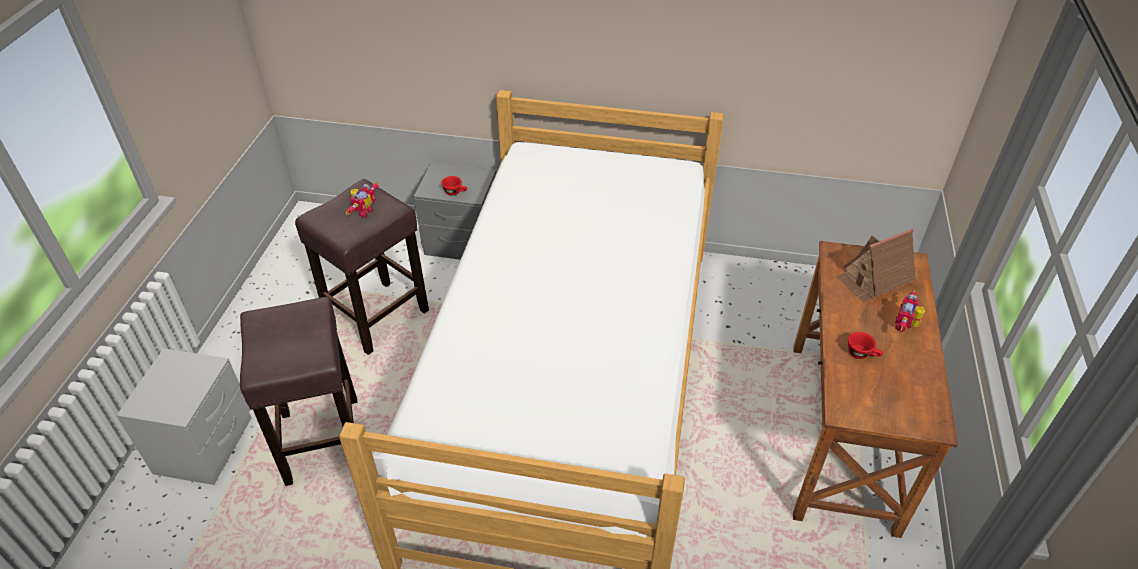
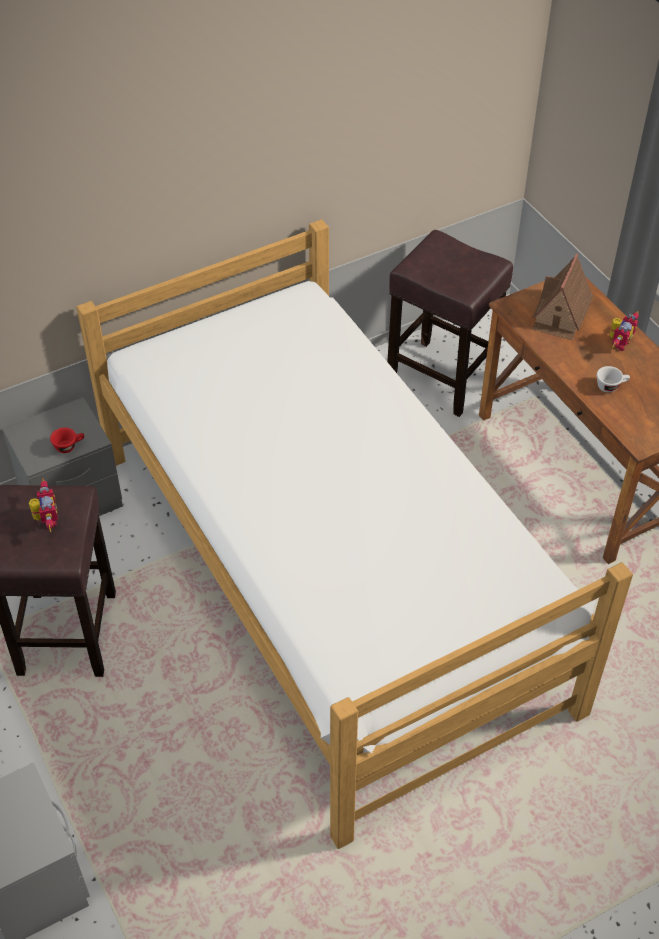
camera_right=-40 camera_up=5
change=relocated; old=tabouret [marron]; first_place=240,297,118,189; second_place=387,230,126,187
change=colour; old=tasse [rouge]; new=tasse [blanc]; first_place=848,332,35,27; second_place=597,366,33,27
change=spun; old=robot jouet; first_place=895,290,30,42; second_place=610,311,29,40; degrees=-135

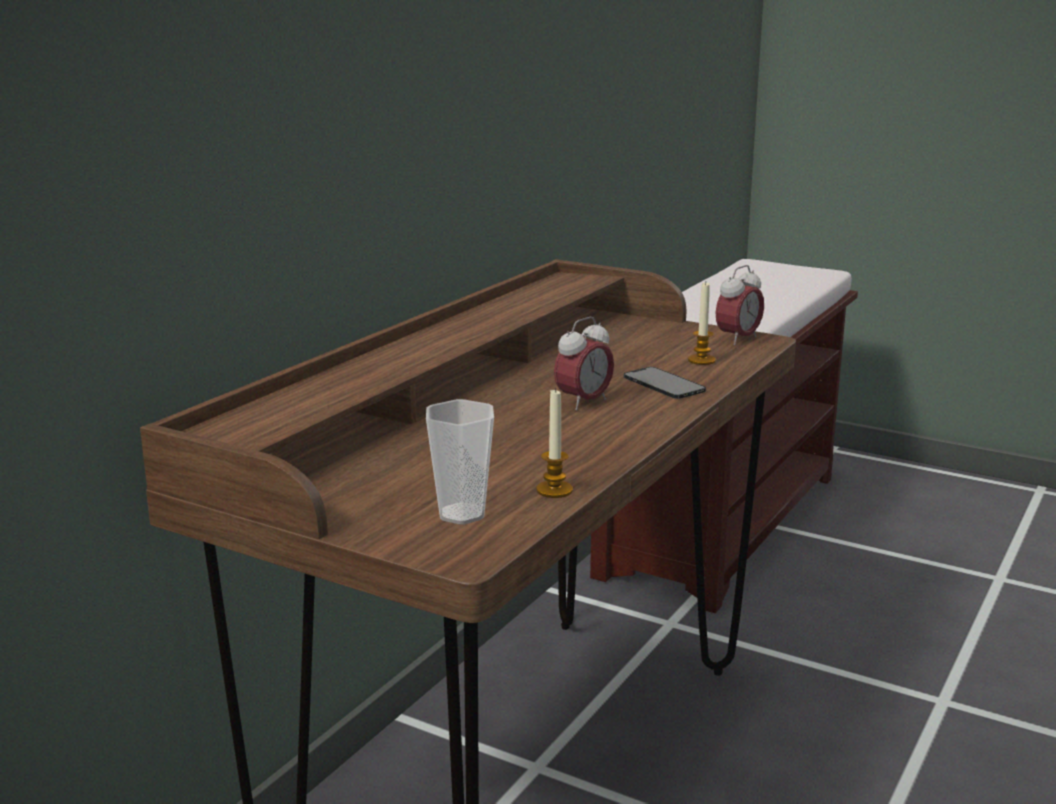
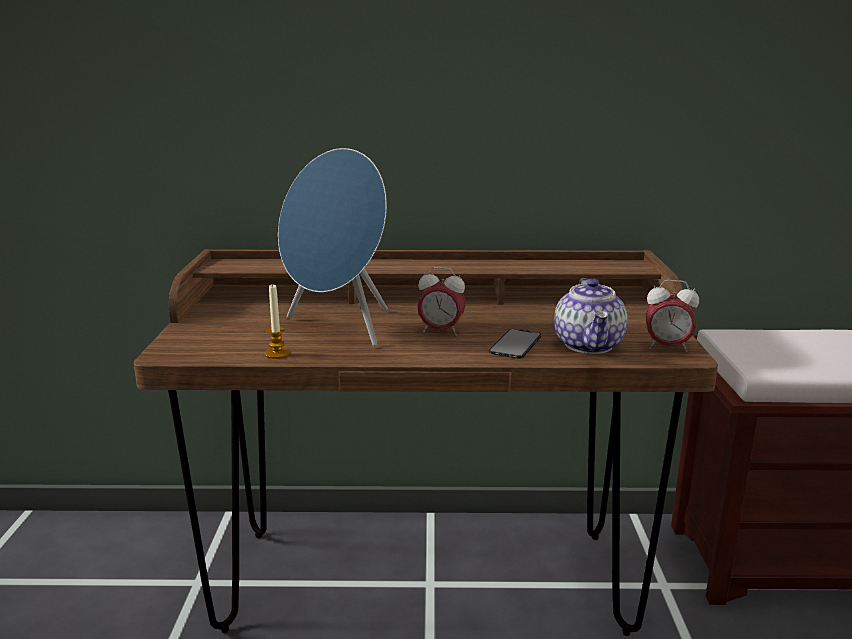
camera_right=60 camera_up=0
change=missing; old=tasse; first_place=426,399,68,126
change=exchanged; old=bougie; new=théière; first_place=688,282,28,83; second_place=554,278,74,76
change=appeared; new=enceinte [bleu]; second_place=278,148,110,199

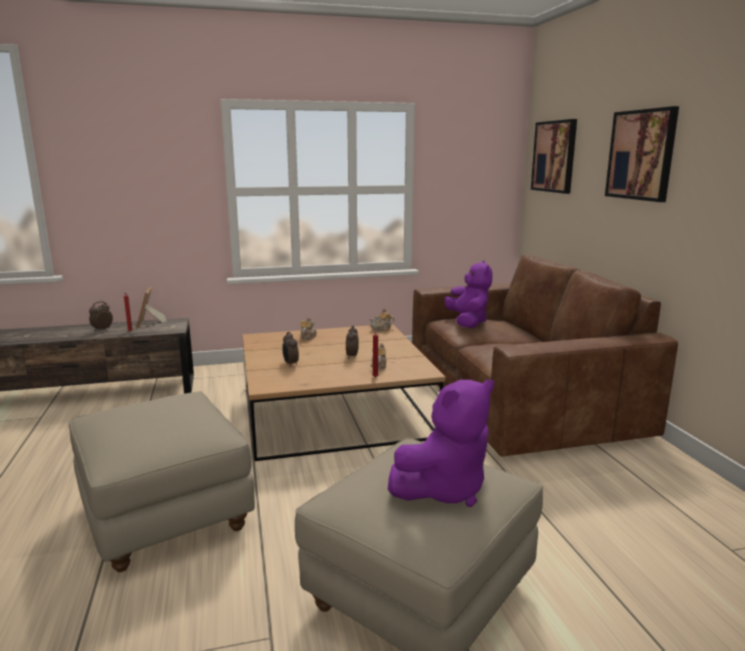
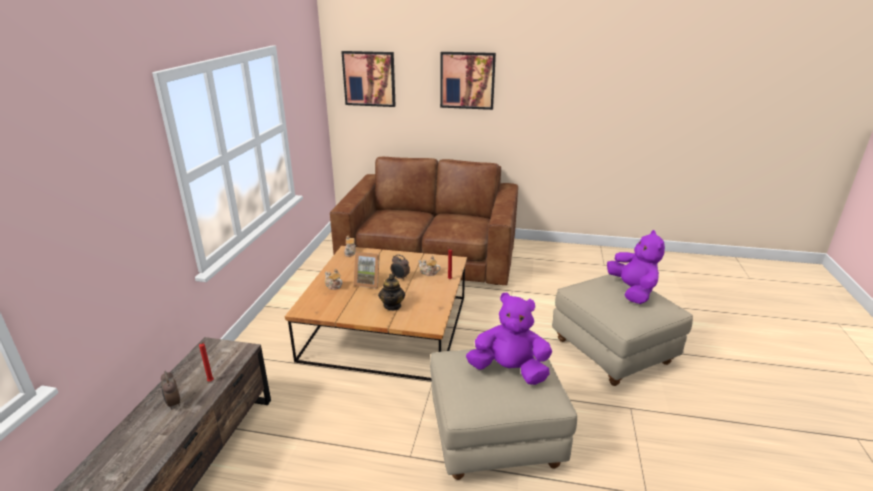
camera_right=-65 camera_up=10
change=relocated; old=cadre photo; first_place=136,287,31,41; second_place=354,252,26,37
change=exchanged; old=réveil; new=théière; first_place=282,332,17,35; second_place=378,274,27,37
change=relocated; old=peluche [violet]; first_place=444,260,48,68; second_place=466,293,86,92

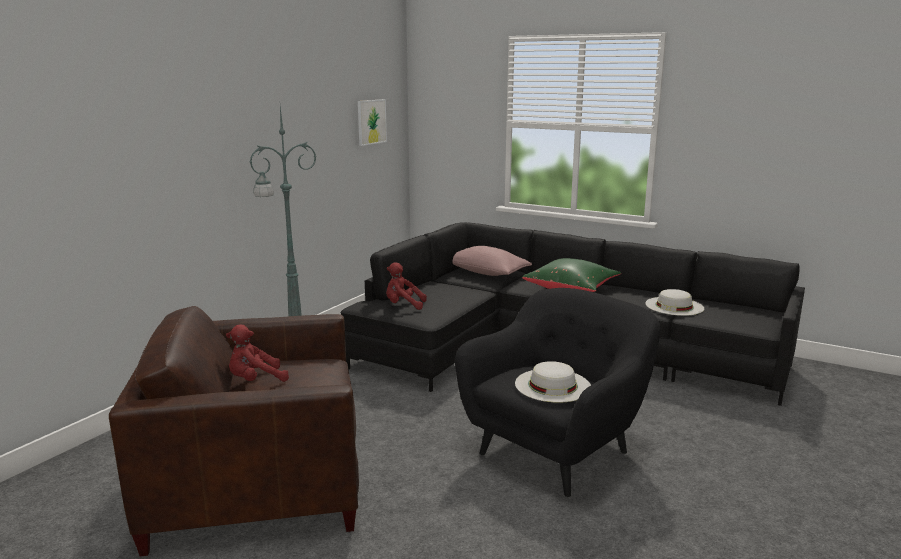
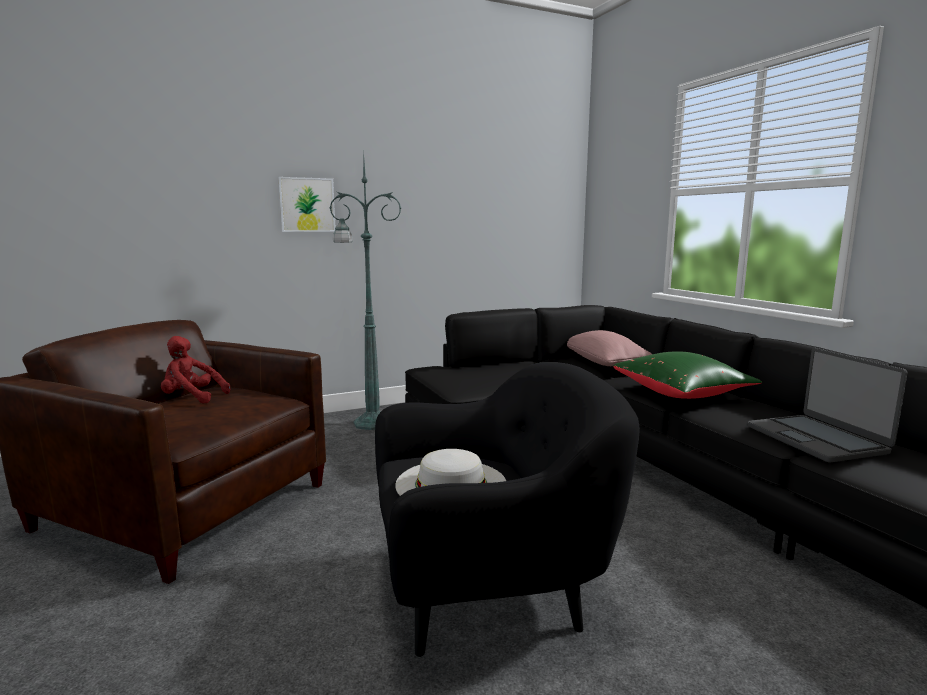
camera_right=35 camera_up=-5
change=relocated; old=tableau; first_place=358,99,29,47; second_place=278,177,58,55
change=missing; old=peluche [rouge]; first_place=386,262,41,48
change=exchanged; old=chapeau [blanc]; new=ordinateur portable; first_place=645,289,59,27; second_place=747,348,160,114

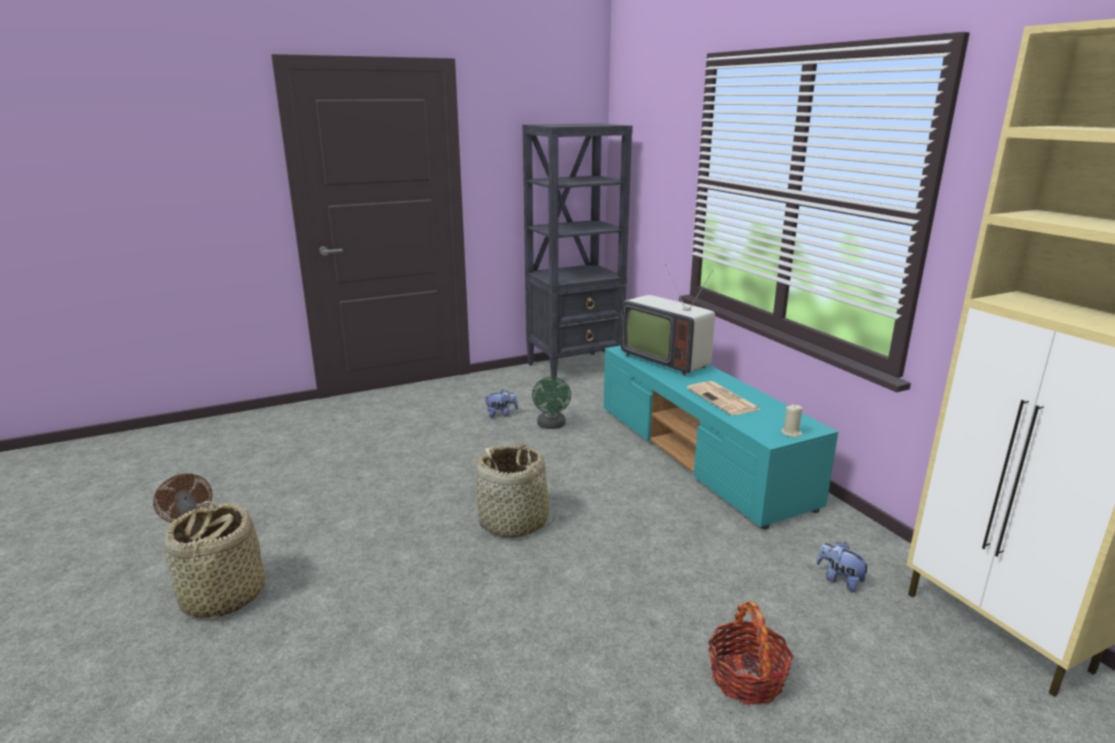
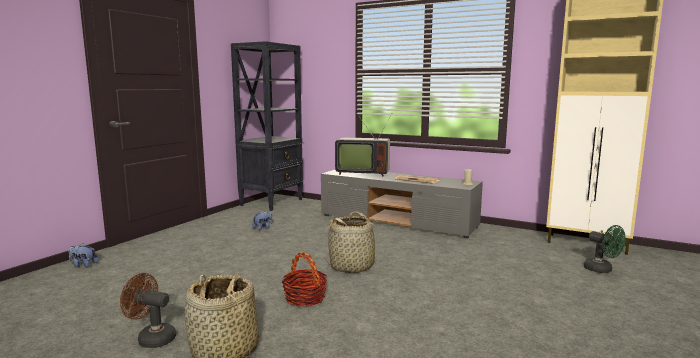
camera_right=-35 camera_up=-10
change=relocated; old=ventilateur [vert]; first_place=532,377,39,52; second_place=584,225,42,48
change=colour; old=meuble télé [turquoise]; new=meuble télé [gris]; first_place=603,346,235,183; second_place=321,170,162,68
change=relocated; old=panier; first_place=708,601,86,104; second_place=282,252,45,55
change=relocated; old=peluche; first_place=816,542,54,50; second_place=69,243,29,25

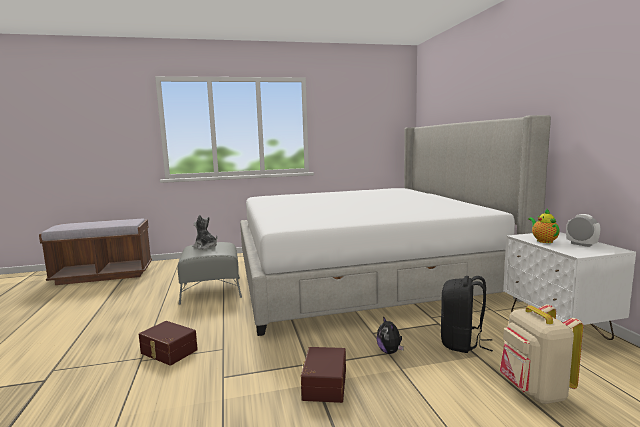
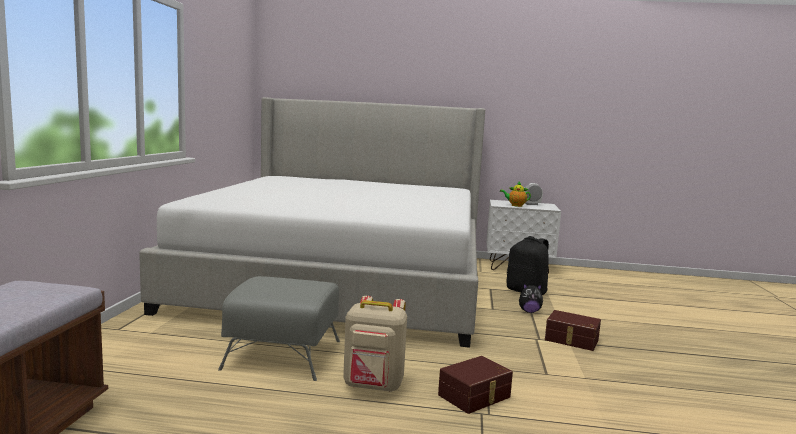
camera_right=-70 camera_up=0
change=missing; old=peluche; first_place=192,215,25,34
change=relocated; old=sac à dos [beige]; first_place=500,304,84,100; second_place=343,296,64,96

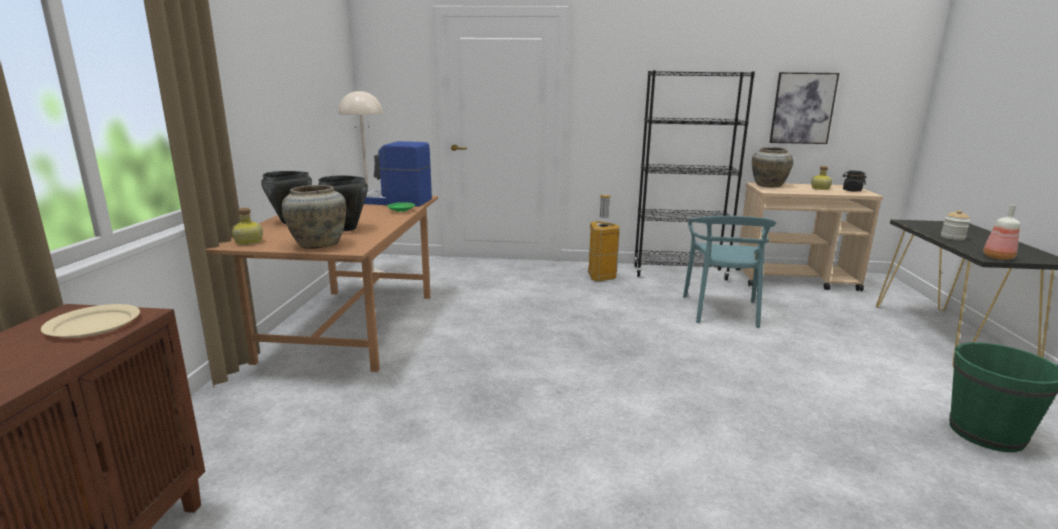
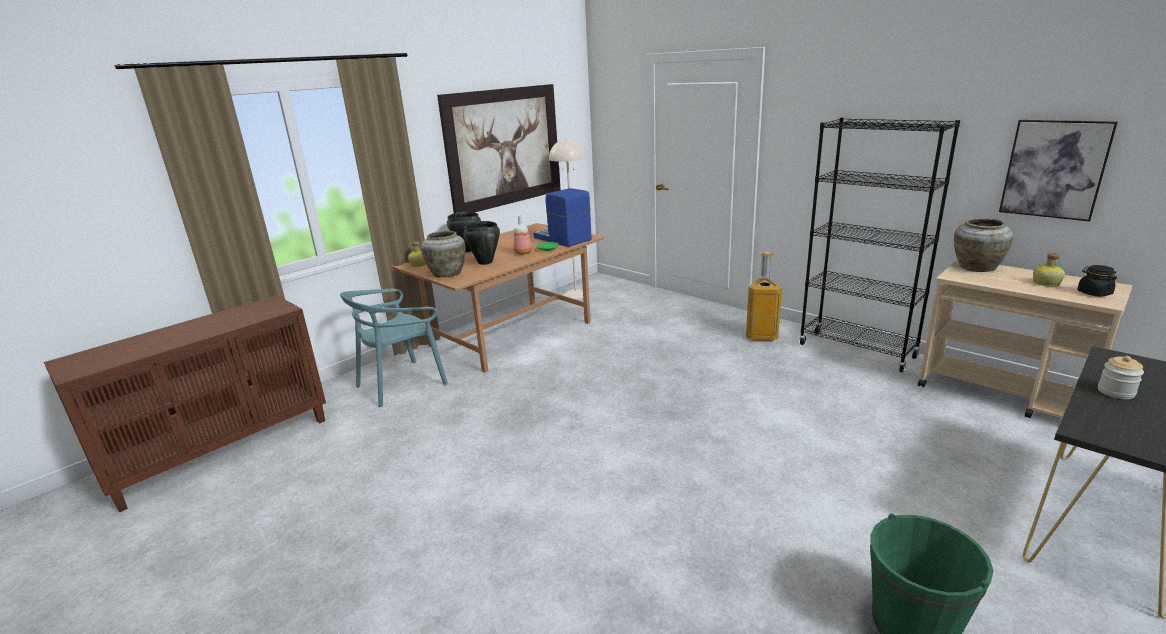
camera_right=40 camera_up=5
change=missing; old=assiette [beige]; first_place=41,304,99,34
change=relocated; old=chaise [turquoise]; first_place=683,216,93,112; second_place=340,289,108,118
change=relocated; old=bouteille; first_place=983,205,37,55; second_place=513,216,19,38
change=appeared; new=tableau; second_place=437,84,124,129

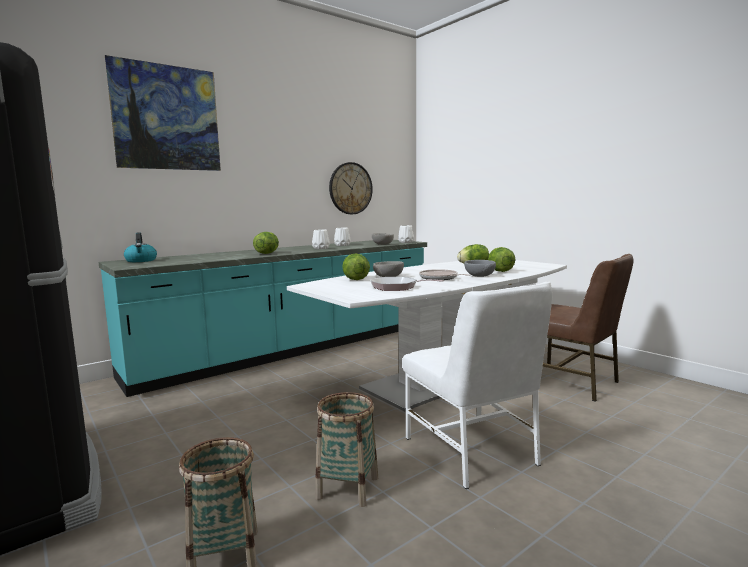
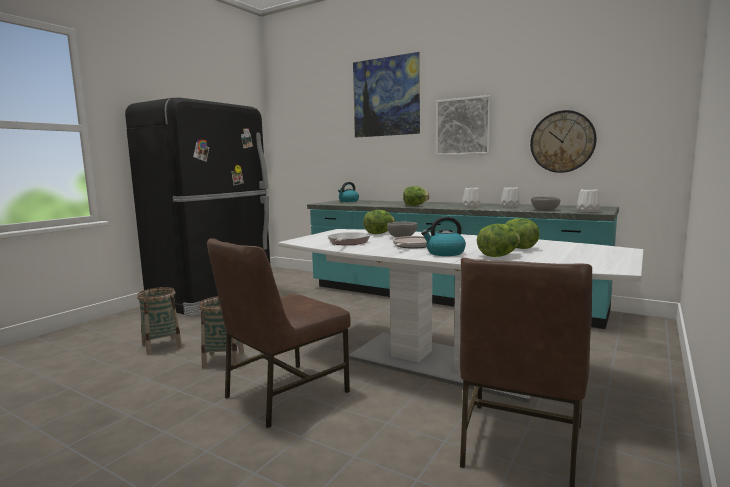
camera_right=70 camera_up=0
change=colour; old=chaise [blanc]; new=chaise [marron]; first_place=403,282,150,207; second_place=207,238,144,190
change=exchanged; old=bol [gris]; new=bouilloire; first_place=464,260,32,17; second_place=421,216,45,40
change=appeared; new=tableau; second_place=436,95,56,61

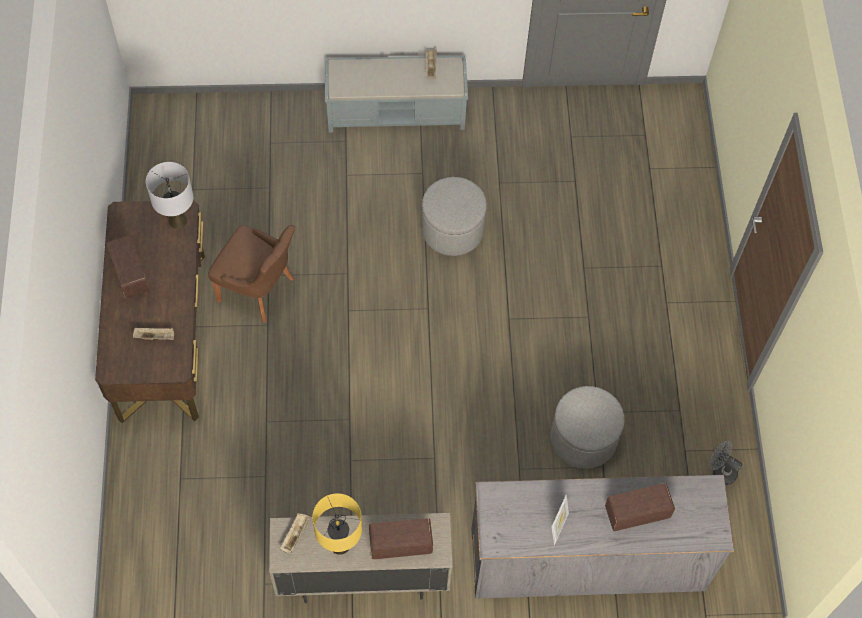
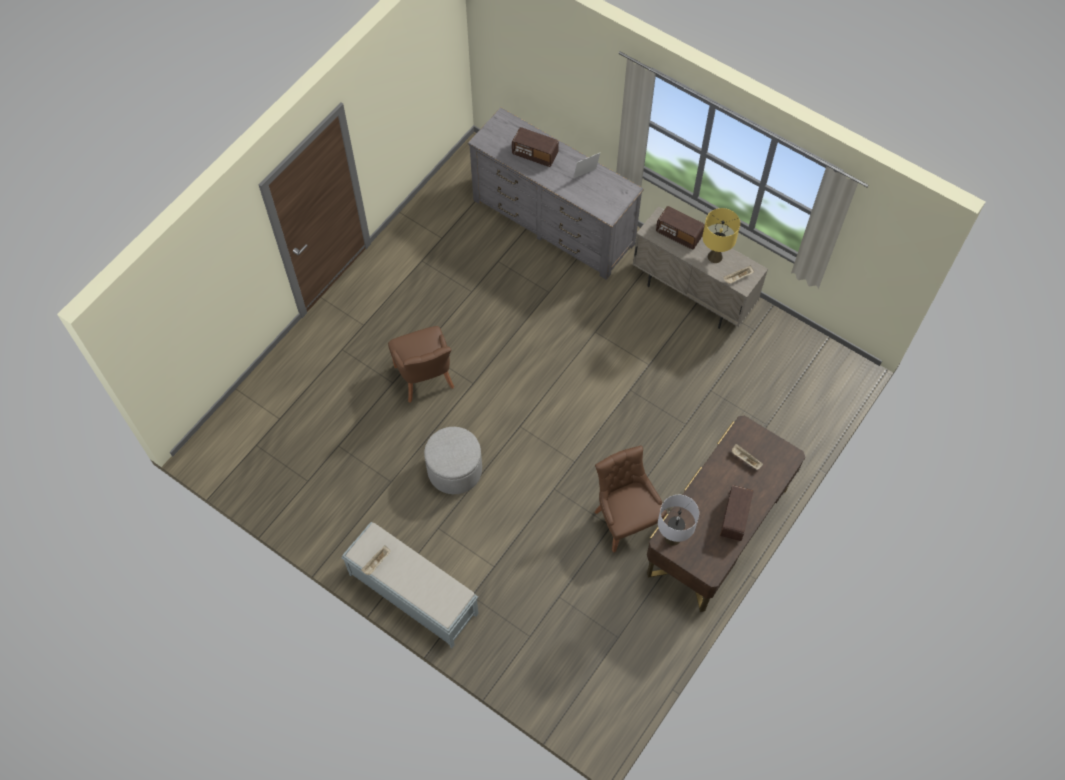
camera_right=-140 camera_up=0
change=missing; old=pouf [gris]; first_place=551,386,73,83
change=missing; old=ventilateur [gris]; first_place=710,441,32,44
change=appeared; new=chaise [marron]; second_place=388,326,66,77

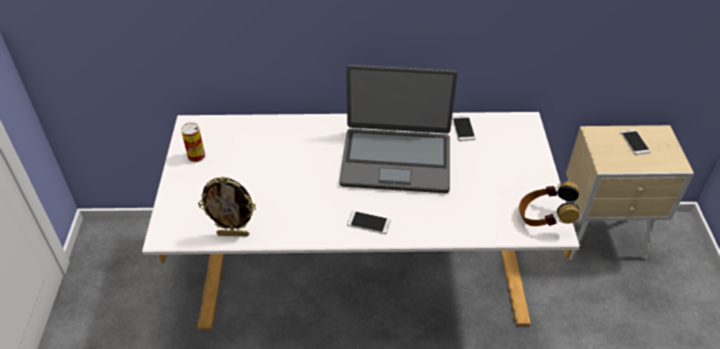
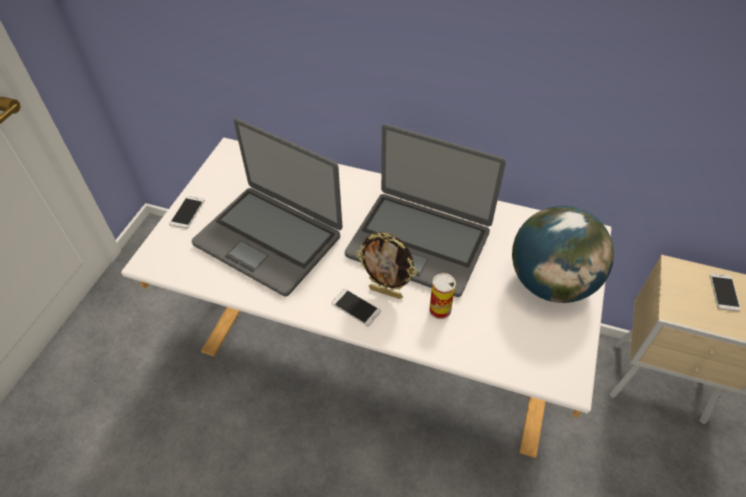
camera_right=20 camera_up=5
change=relocated; old=boîte métallique; first_place=181,122,24,40; second_place=429,273,27,46
change=relocated; old=cadre photo; first_place=198,177,58,60; second_place=356,232,61,67
change=relocated; old=téléphone; first_place=452,115,24,26; second_place=169,196,36,33
change=missing; old=casque audio; first_place=519,181,60,45
change=appeared; new=ordinateur portable; second_place=192,119,151,178
change=appeared; new=globe; second_place=512,206,102,97

